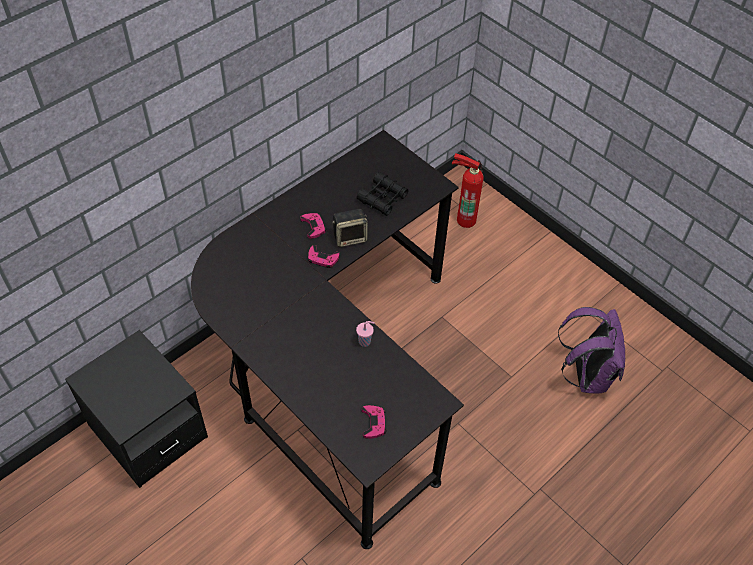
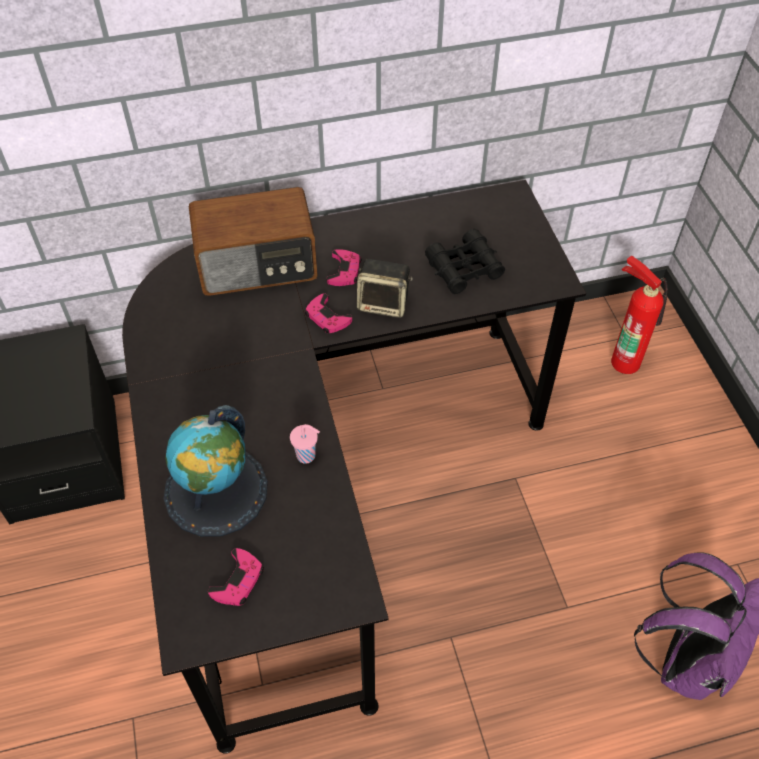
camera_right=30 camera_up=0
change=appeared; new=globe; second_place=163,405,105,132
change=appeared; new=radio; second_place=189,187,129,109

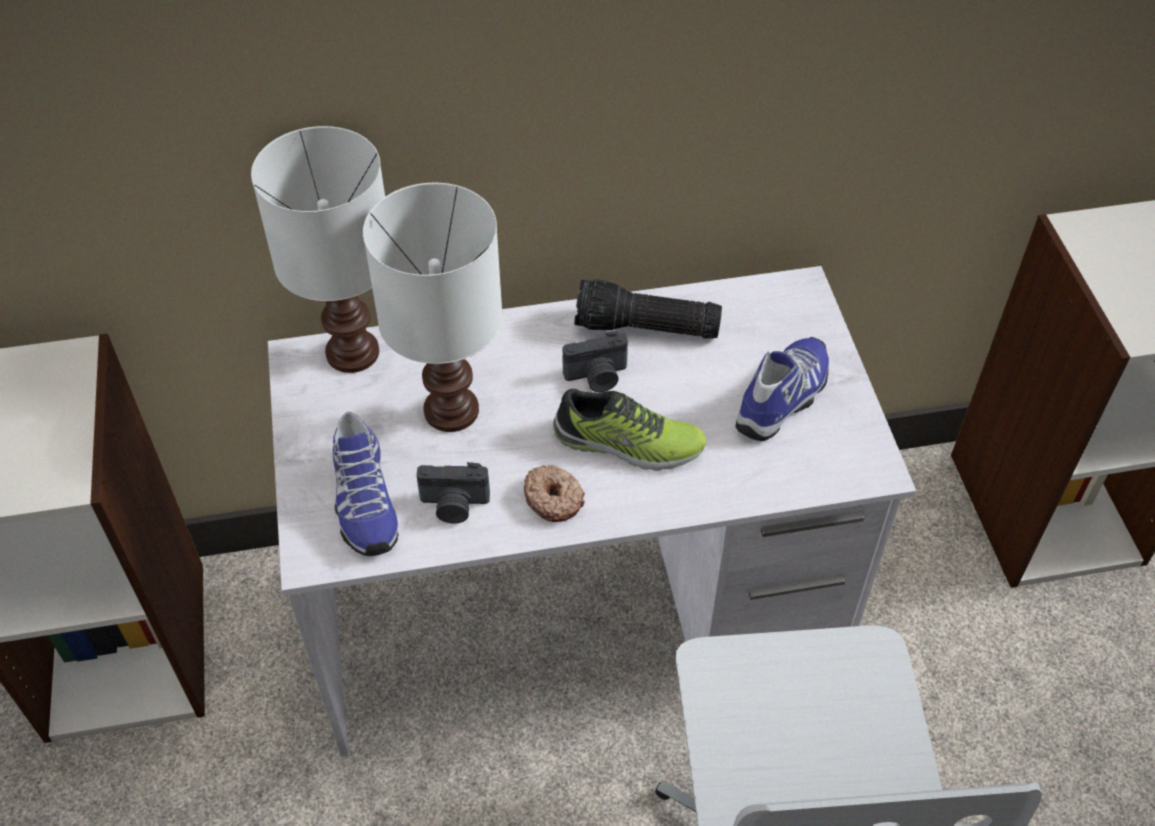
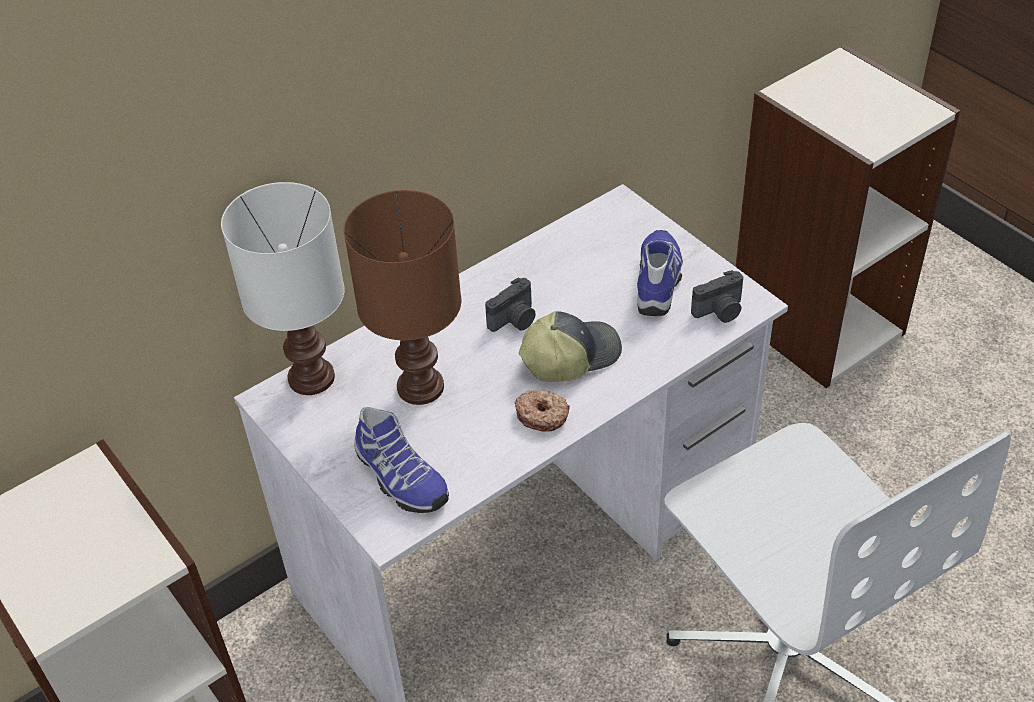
camera_right=-25 camera_up=-5
change=colour; old=lampe de table [blanc]; new=lampe de table [marron]; first_place=363,183,140,249; second_place=344,190,117,215
change=relocated; old=appareil photo; first_place=416,462,74,62; second_place=691,270,52,53
change=exchanged; old=chaussure; new=casquette; first_place=553,389,153,82; second_place=519,311,103,71
change=missing; old=lampe de poche; first_place=574,279,148,59

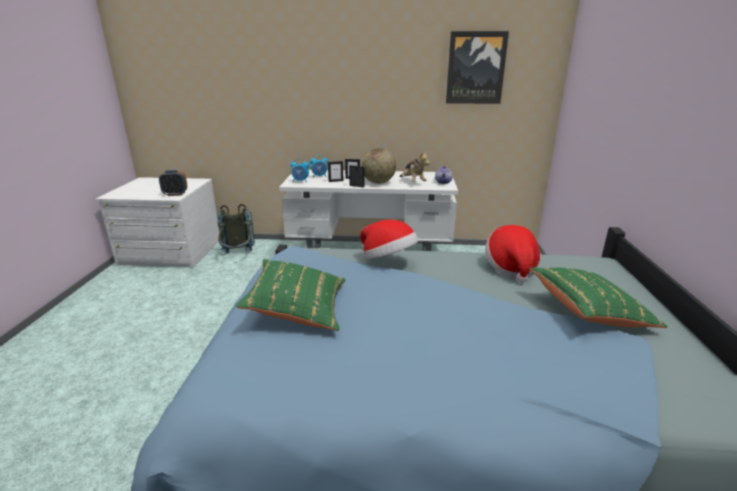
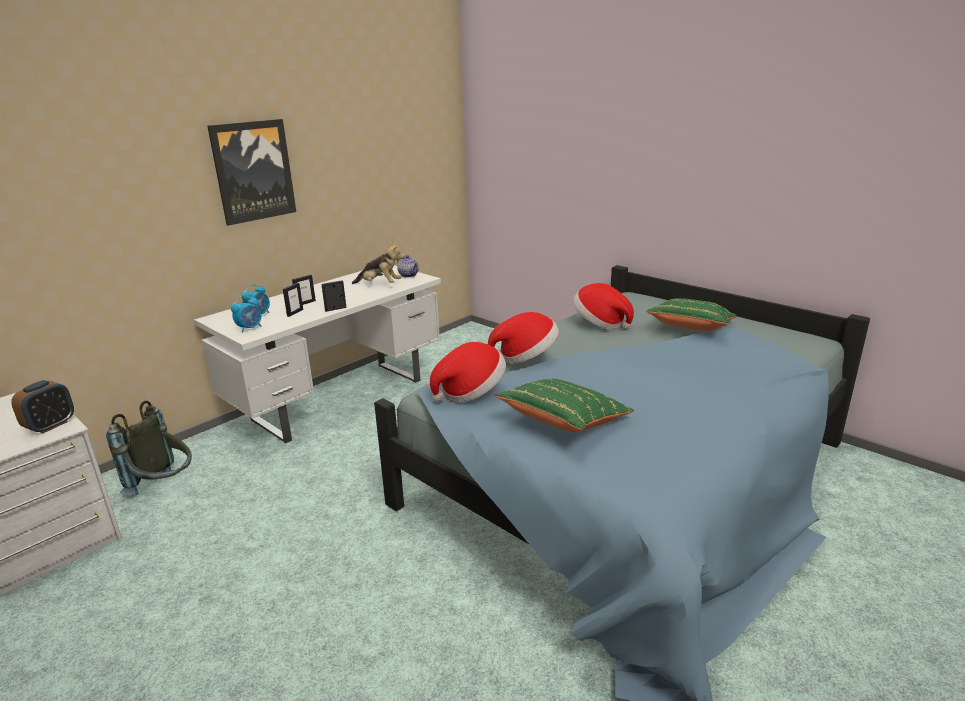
camera_right=-50 camera_up=0
change=missing; old=globe; first_place=362,148,34,36
change=relocated; old=tableau; first_place=446,31,63,73; second_place=207,119,89,107
change=appeared; new=chapeau; second_place=430,342,76,61

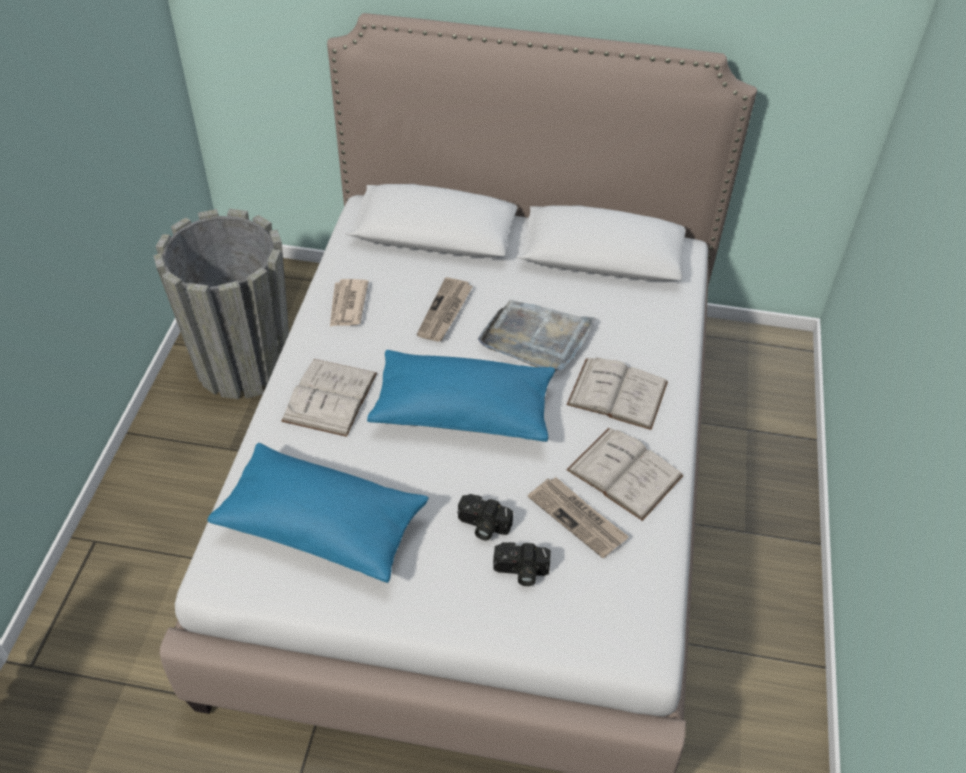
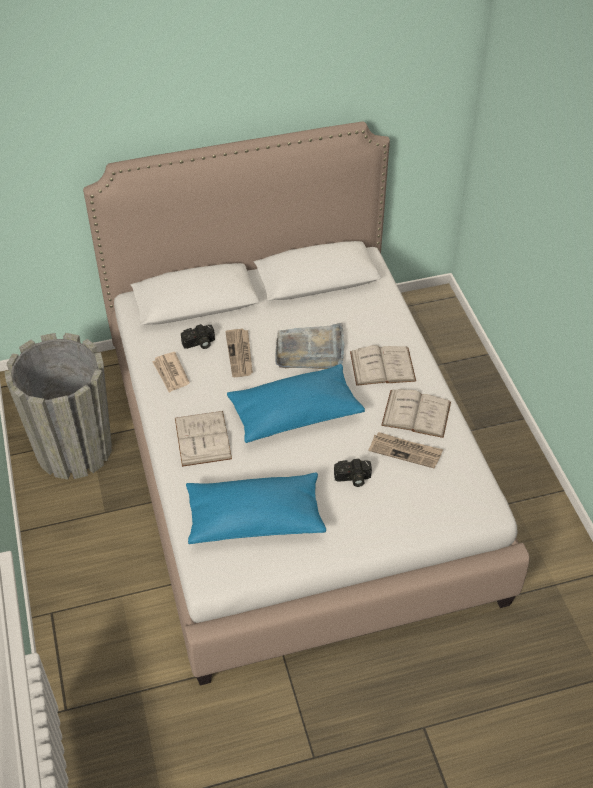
camera_right=-25 camera_up=0
change=relocated; old=appareil photo; first_place=493,542,58,44; second_place=181,324,34,25

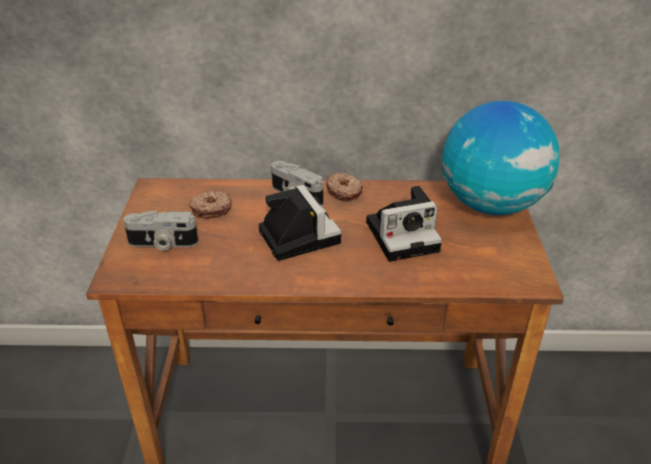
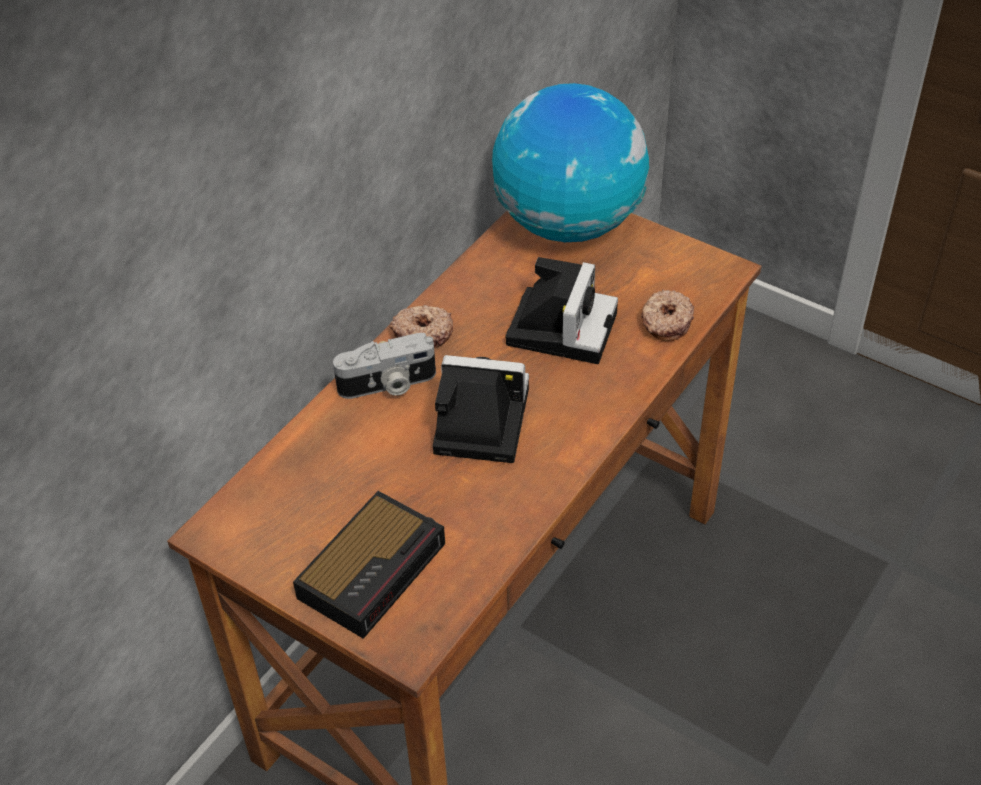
camera_right=-55 camera_up=10
change=exchanged; old=appareil photo; new=réveil; first_place=123,210,75,40; second_place=293,491,152,148
change=relocated; old=beignet; first_place=189,191,43,28; second_place=641,289,53,52

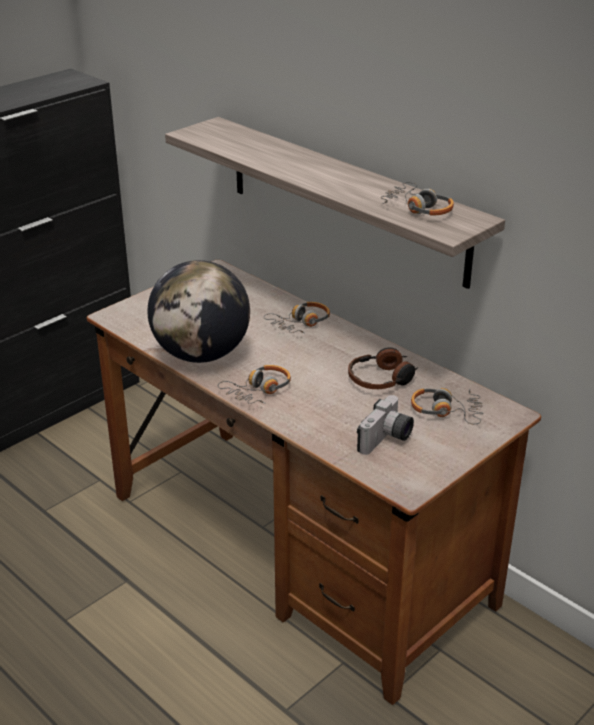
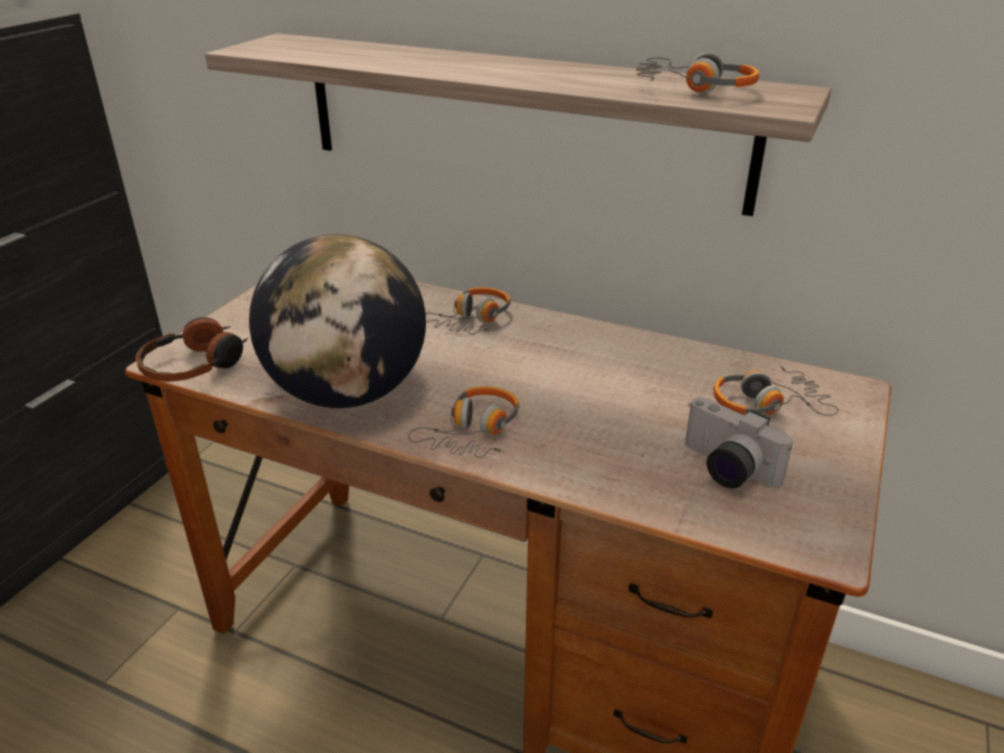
camera_right=-20 camera_up=0
change=relocated; old=casque audio; first_place=348,347,71,42; second_place=136,317,112,65
change=spun; old=appareil photo; first_place=357,395,57,60; second_place=685,397,108,91; degrees=120

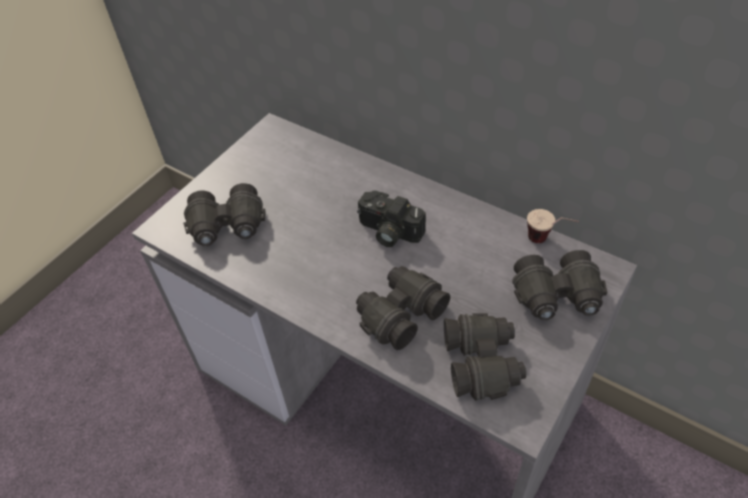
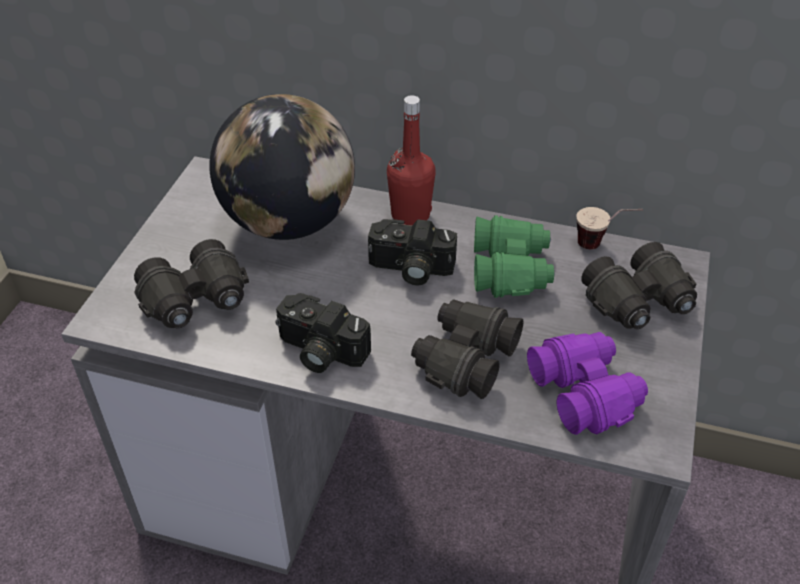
camera_right=-20 camera_up=-5
change=colour; old=jumelles [noir]; new=jumelles [violet]; first_place=444,313,82,88; second_place=527,332,121,103
change=appeared; new=globe; second_place=209,94,146,146
change=appeared; new=appareil photo; second_place=275,293,96,80
change=appeared; new=bouteille [rouge]; second_place=387,95,49,131
change=appeared; new=jumelles [vert]; second_place=474,215,81,83

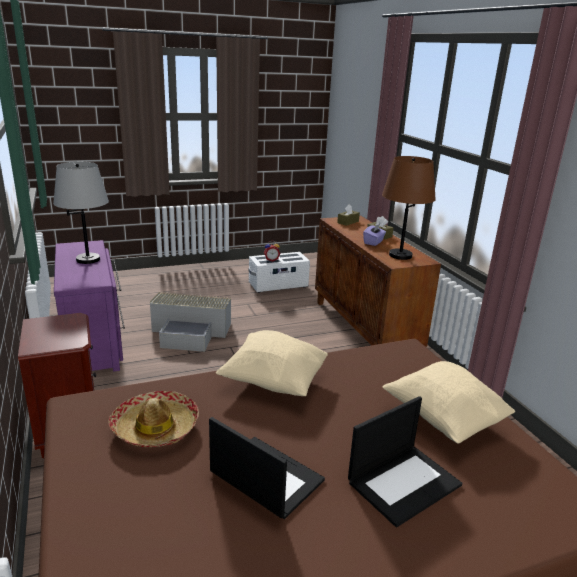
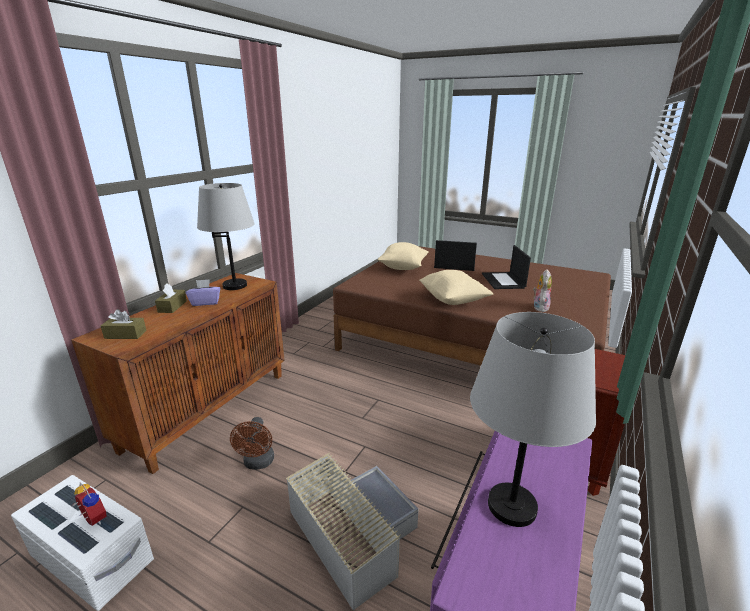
camera_right=-130 camera_up=0
change=exchanged; old=chapeau; new=peluche; first_place=108,391,91,56; second_place=533,269,19,43
change=colour; old=lampe de table [marron]; new=lampe de table [gris]; first_place=382,156,54,104; second_place=197,183,58,107
change=appeared; new=ventilateur [marron]; second_place=230,417,44,53

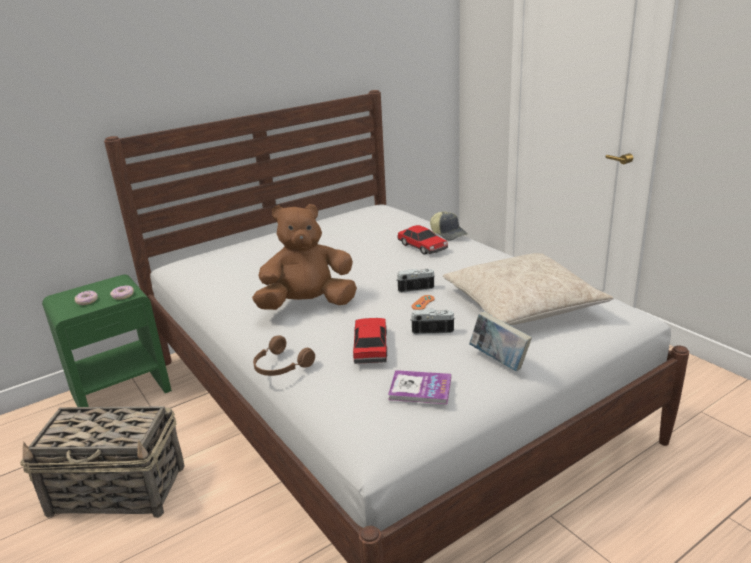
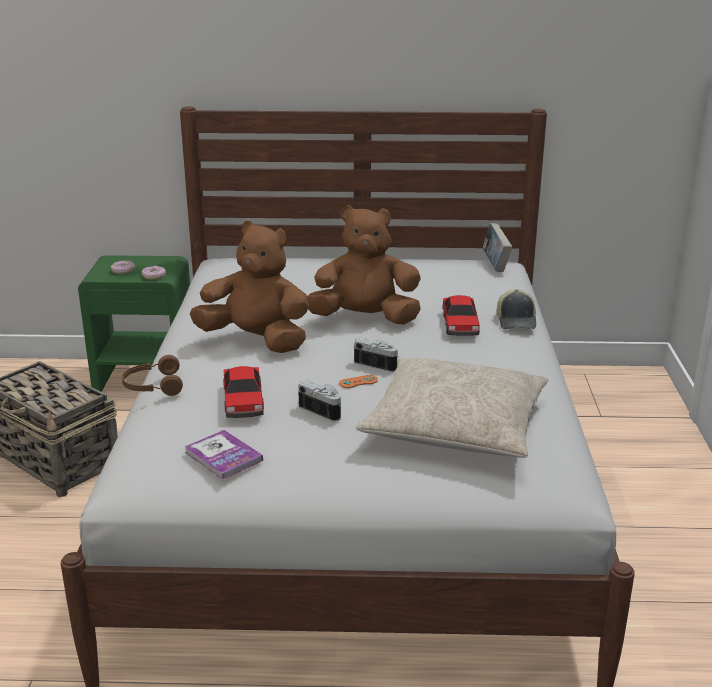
camera_right=35 camera_up=0
change=spun; old=petite voiture; first_place=353,318,34,46; second_place=223,366,41,52; degrees=135
change=relocated; old=livre; first_place=469,312,63,59; second_place=482,223,30,49
change=appeared; new=peluche [marron]; second_place=307,205,114,119

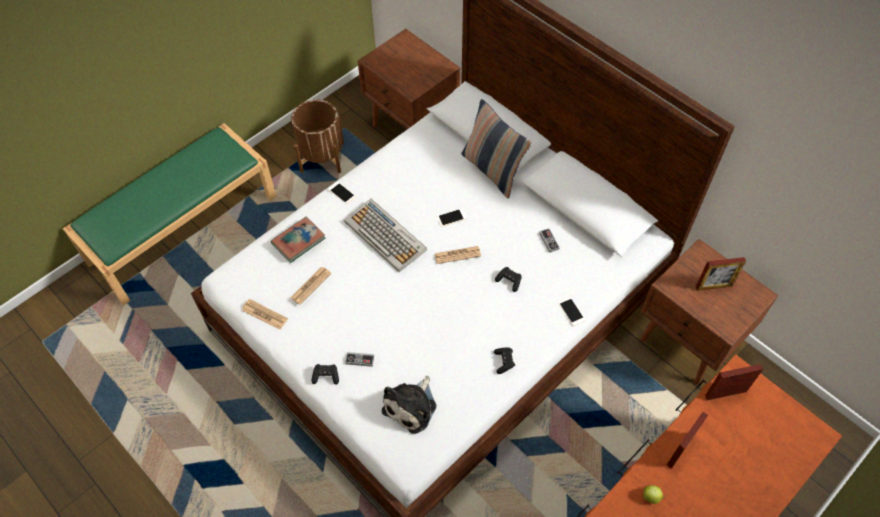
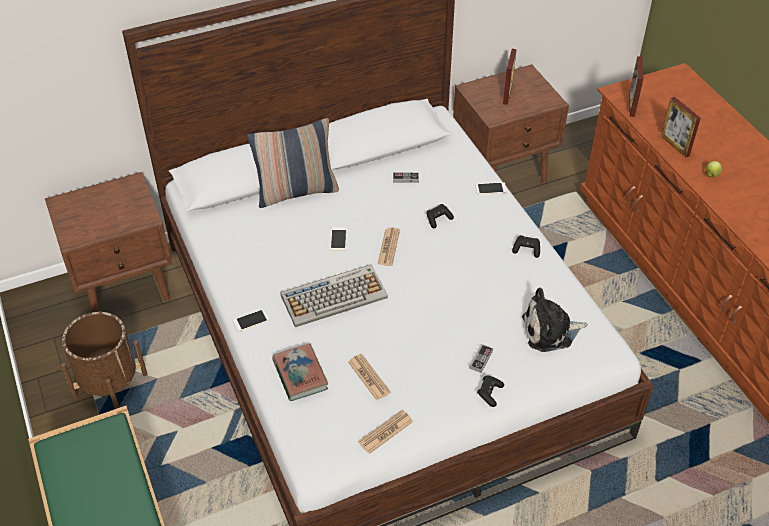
camera_right=-70 camera_up=-10
change=spun; old=peluche; first_place=382,376,54,58; second_place=522,288,65,64; degrees=120

